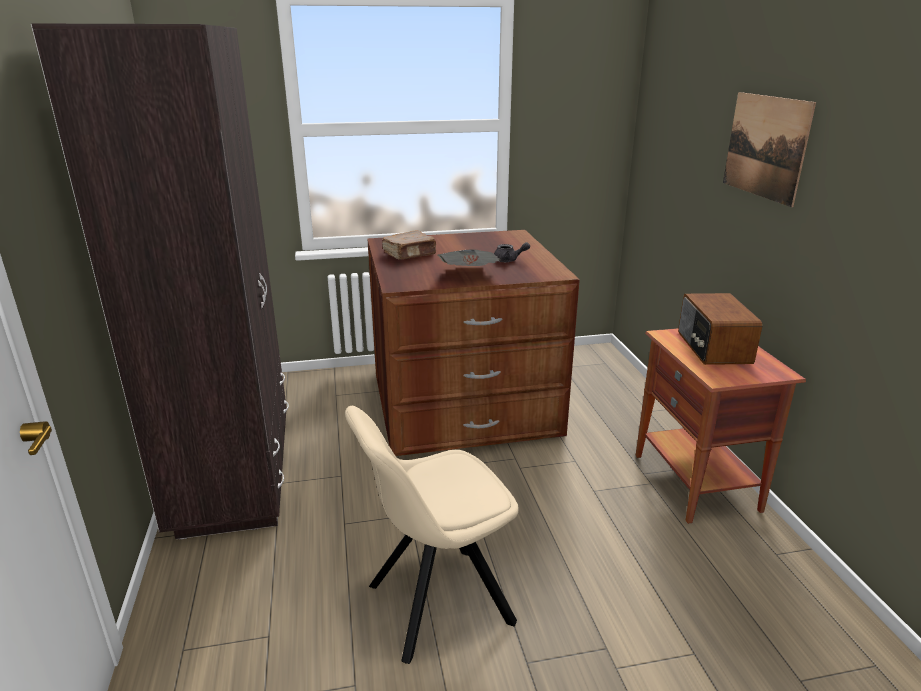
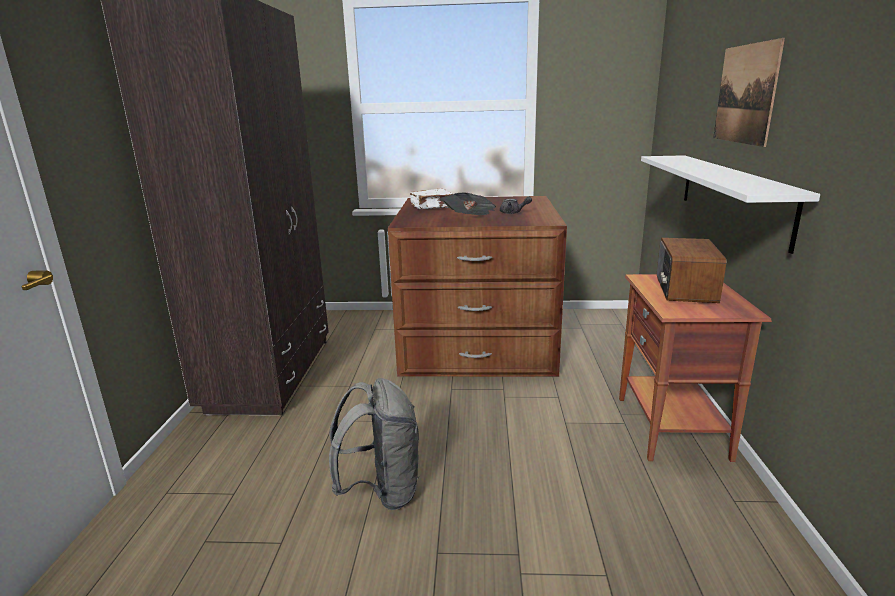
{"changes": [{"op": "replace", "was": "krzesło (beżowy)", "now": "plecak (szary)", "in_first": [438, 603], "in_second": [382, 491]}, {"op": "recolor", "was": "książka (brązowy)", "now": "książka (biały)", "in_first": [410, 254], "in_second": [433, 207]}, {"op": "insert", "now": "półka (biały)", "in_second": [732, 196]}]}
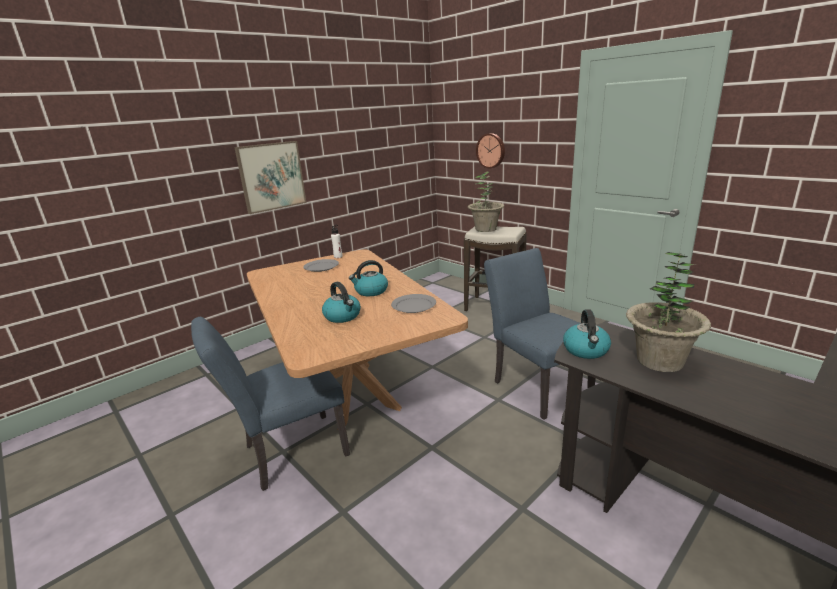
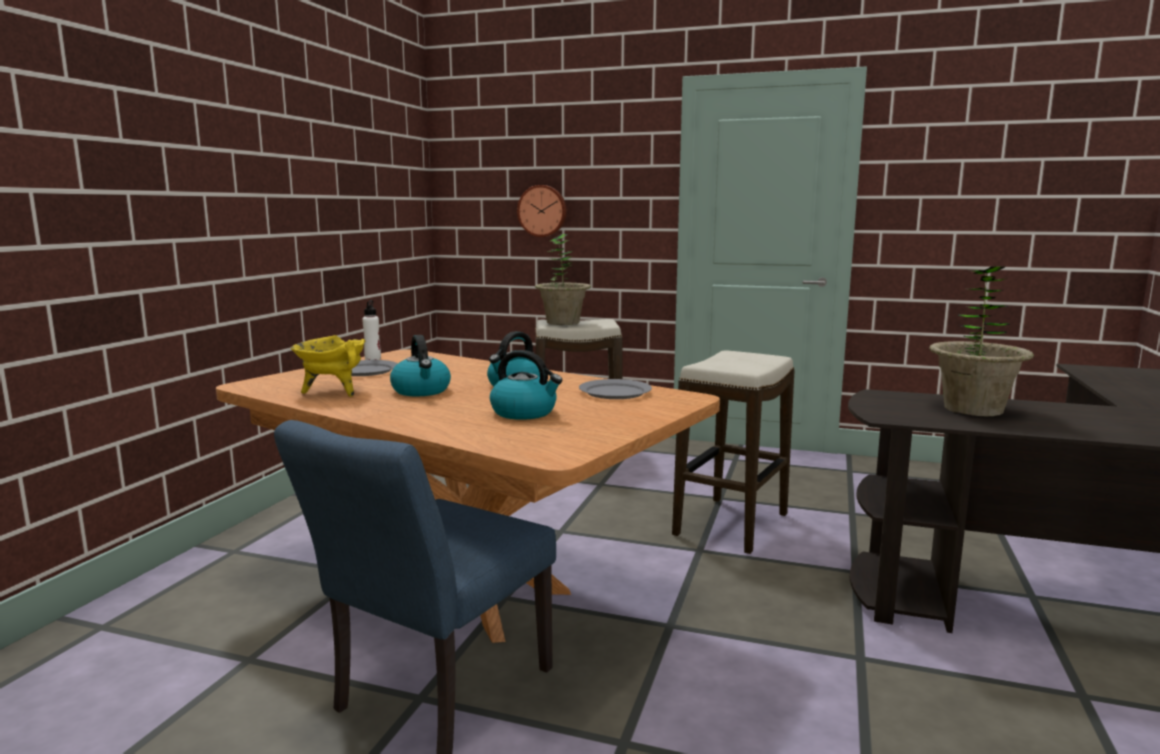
{"changes": [{"op": "insert", "now": "garnek (żółty)", "in_second": [333, 392]}, {"op": "move", "was": "czajnik", "in_first": [586, 350], "in_second": [421, 391]}, {"op": "replace", "was": "krzesło (niebieski)", "now": "stołek", "in_first": [536, 385], "in_second": [731, 525]}, {"op": "delete", "was": "obraz", "in_first": [271, 176]}]}
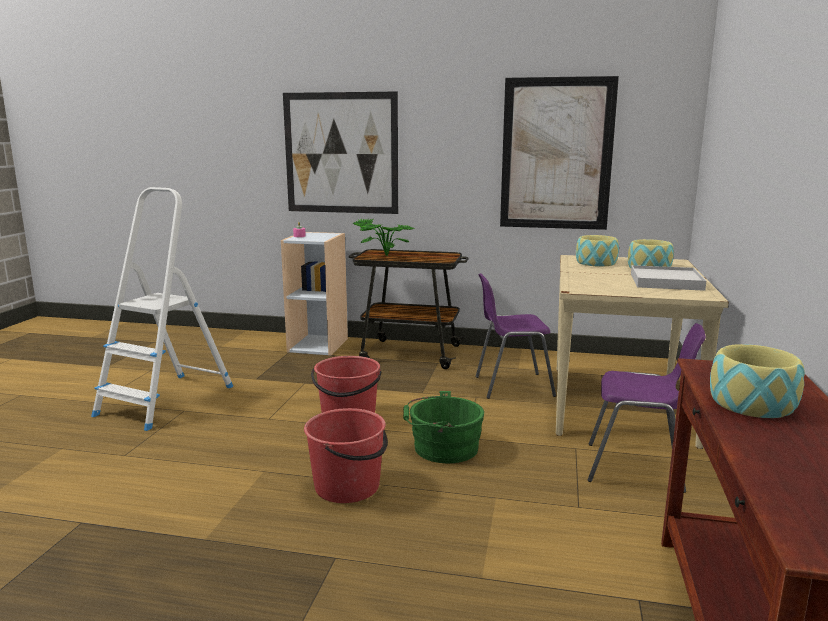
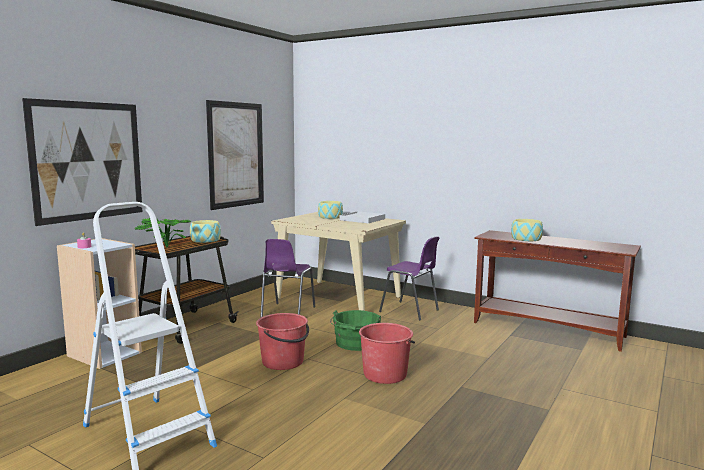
{"changes": [{"op": "move", "was": "miska", "in_first": [596, 263], "in_second": [205, 240]}, {"op": "rotate", "was": "krzesło (fioletowy)", "in_first": [637, 468], "in_second": [410, 311], "clockwise": 90}]}
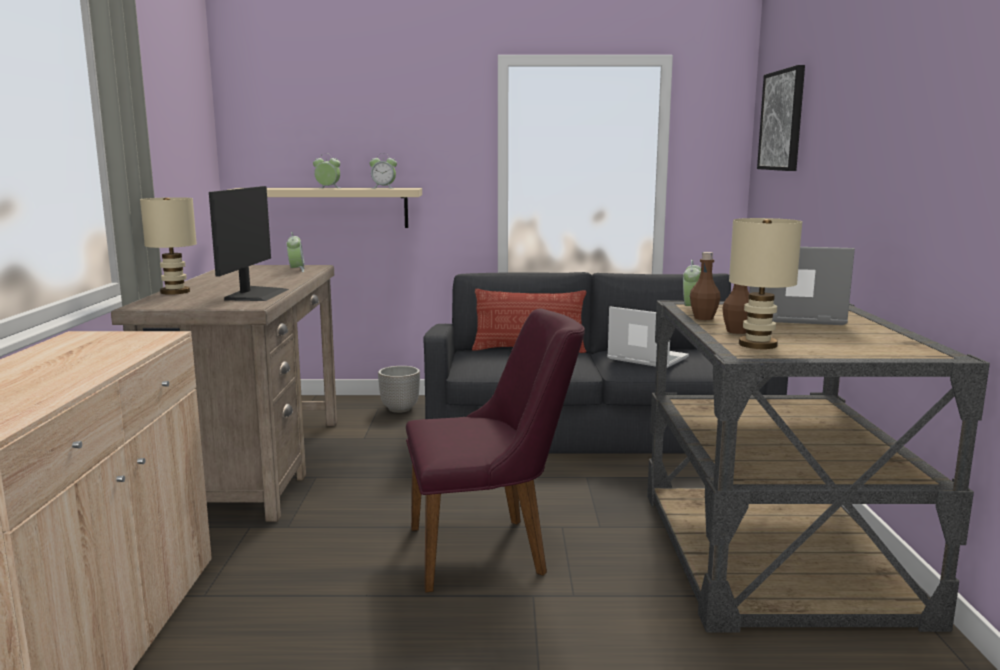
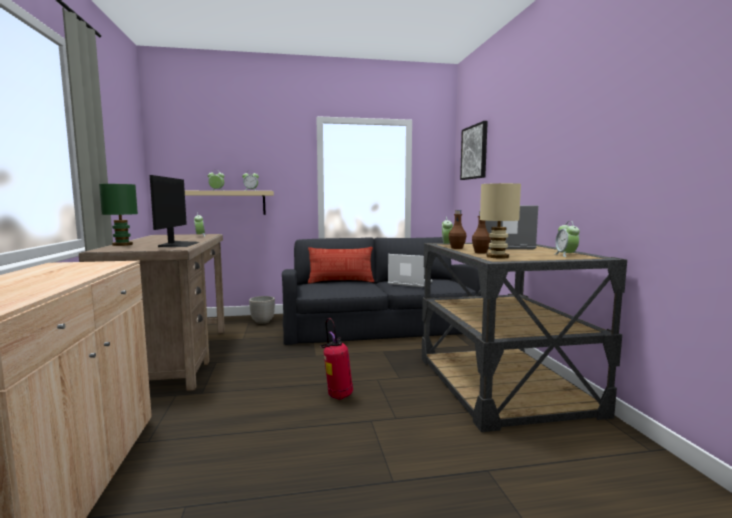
{"changes": [{"op": "recolor", "was": "lampa stołowa (beżowy)", "now": "lampa stołowa (zielony)", "in_first": [175, 292], "in_second": [122, 244]}, {"op": "replace", "was": "krzesło (fioletowy)", "now": "gaśnica", "in_first": [491, 550], "in_second": [337, 396]}, {"op": "insert", "now": "budzik", "in_second": [566, 255]}]}
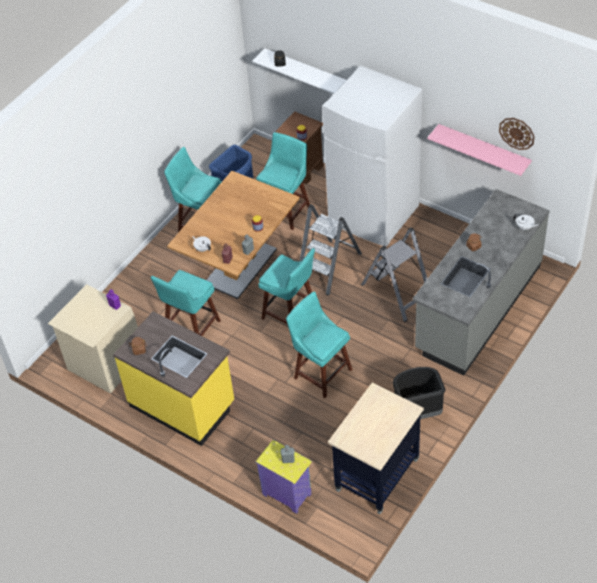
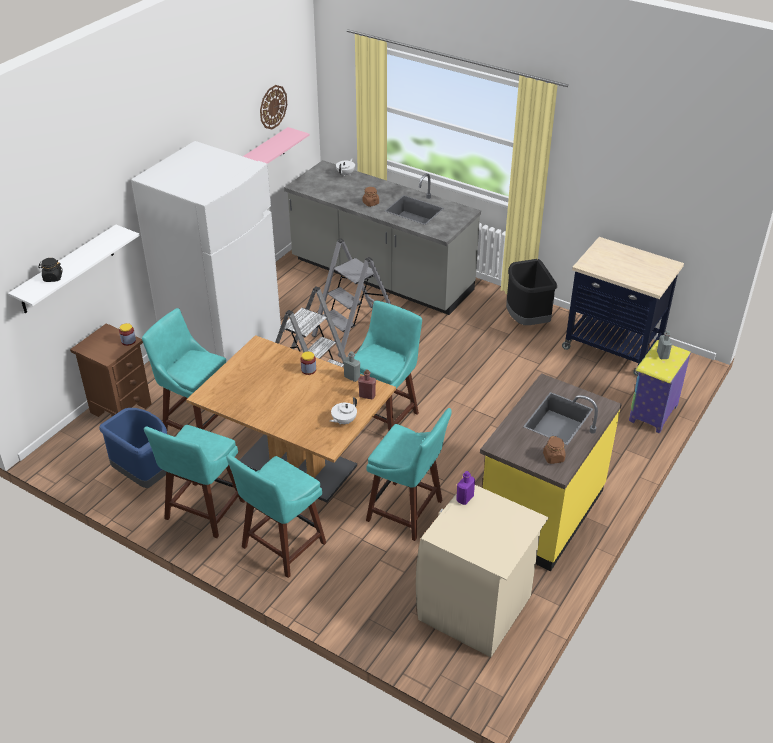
{"changes": [{"op": "move", "was": "krzesło (turkusowy)", "in_first": [321, 372], "in_second": [280, 547]}]}
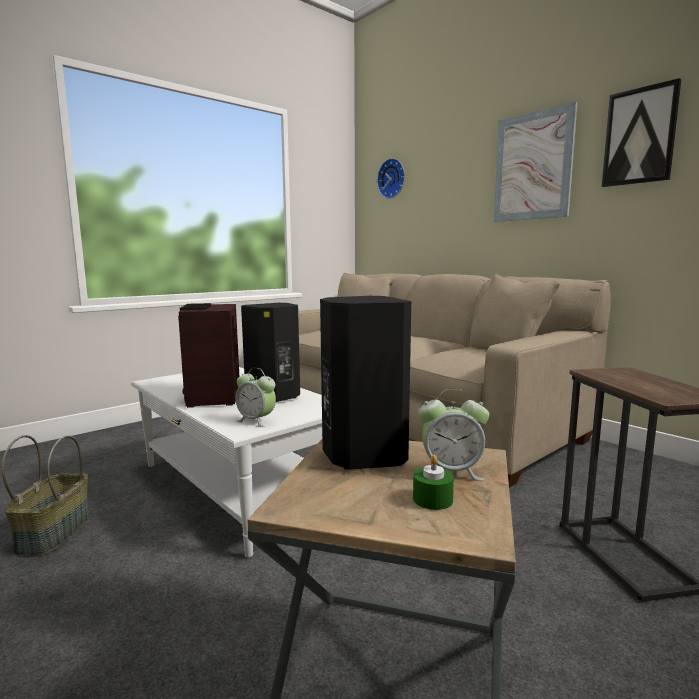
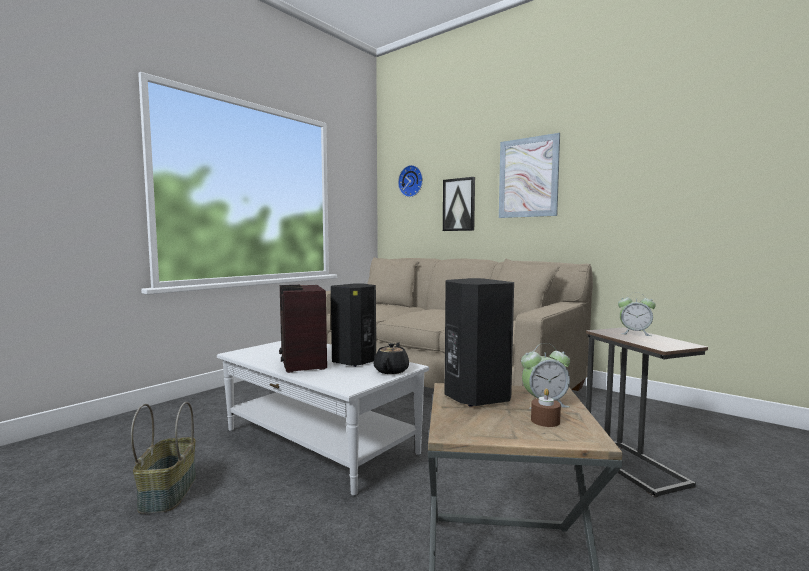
{"changes": [{"op": "insert", "now": "imbryk (czarny)", "in_second": [391, 370]}, {"op": "move", "was": "obraz", "in_first": [640, 136], "in_second": [459, 204]}, {"op": "recolor", "was": "świeca (zielony)", "now": "świeca (brązowy)", "in_first": [432, 499], "in_second": [545, 421]}, {"op": "move", "was": "budzik", "in_first": [256, 421], "in_second": [635, 333]}]}
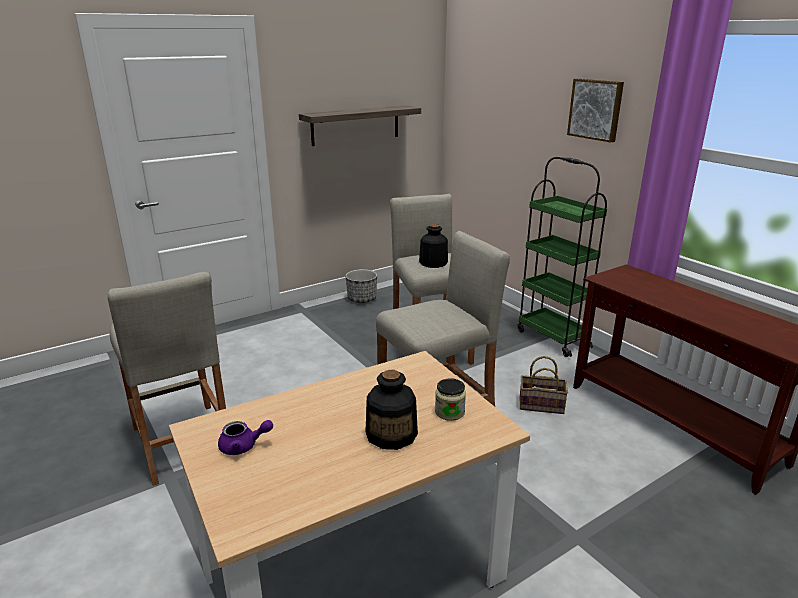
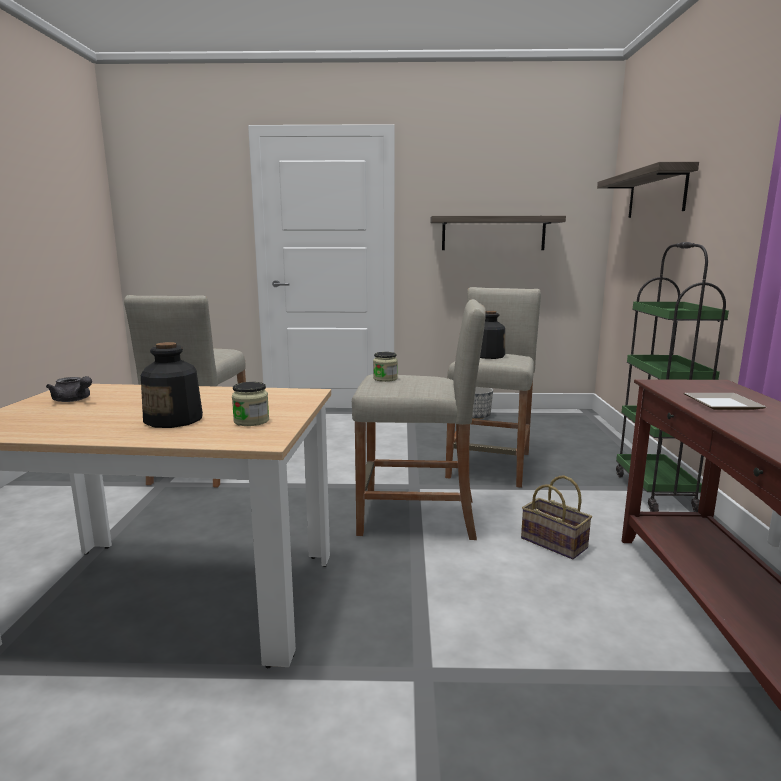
{"changes": [{"op": "recolor", "was": "imbryk (fioletowy)", "now": "imbryk (szary)", "in_first": [243, 446], "in_second": [73, 400]}, {"op": "insert", "now": "słoik", "in_second": [385, 379]}, {"op": "insert", "now": "półka", "in_second": [656, 194]}, {"op": "insert", "now": "talerz", "in_second": [721, 405]}, {"op": "delete", "was": "obraz", "in_first": [596, 109]}]}
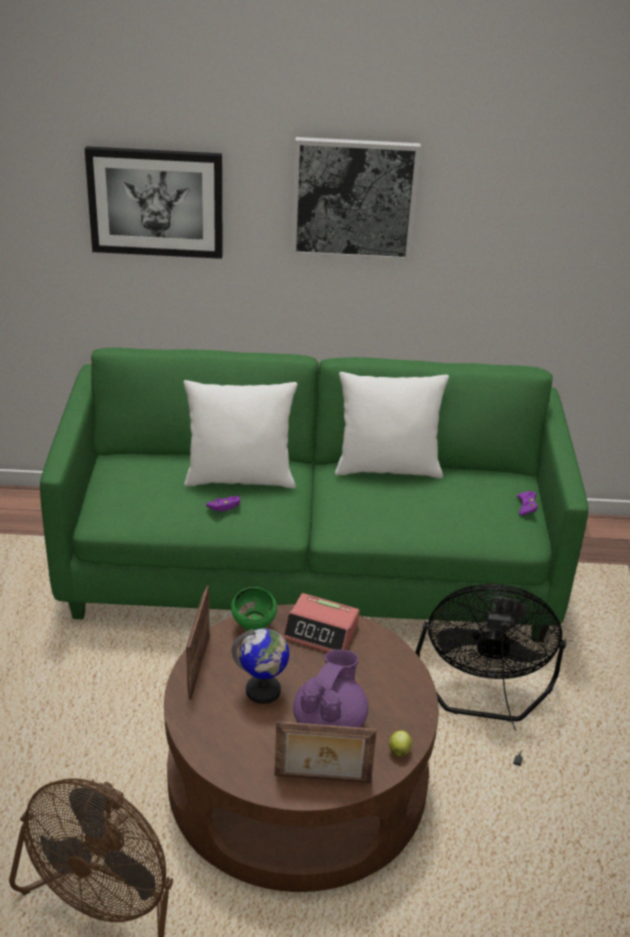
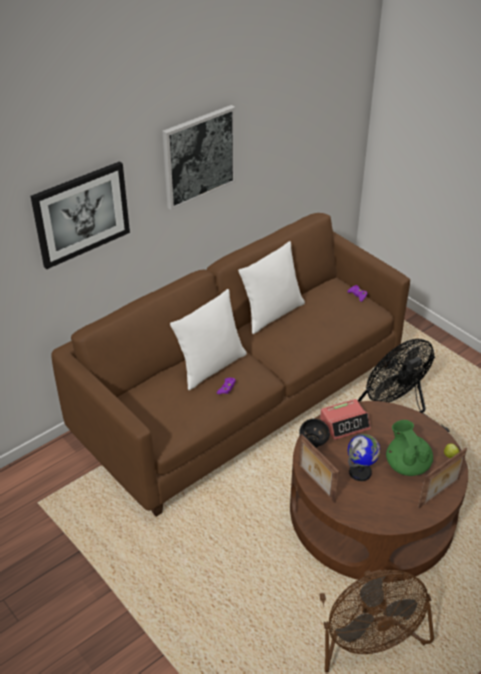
{"changes": [{"op": "recolor", "was": "kanapa (zielony)", "now": "kanapa (brązowy)", "in_first": [310, 567], "in_second": [240, 399]}, {"op": "recolor", "was": "miska (zielony)", "now": "miska (czarny)", "in_first": [254, 628], "in_second": [313, 444]}, {"op": "recolor", "was": "imbryk (fioletowy)", "now": "imbryk (zielony)", "in_first": [330, 722], "in_second": [407, 464]}]}
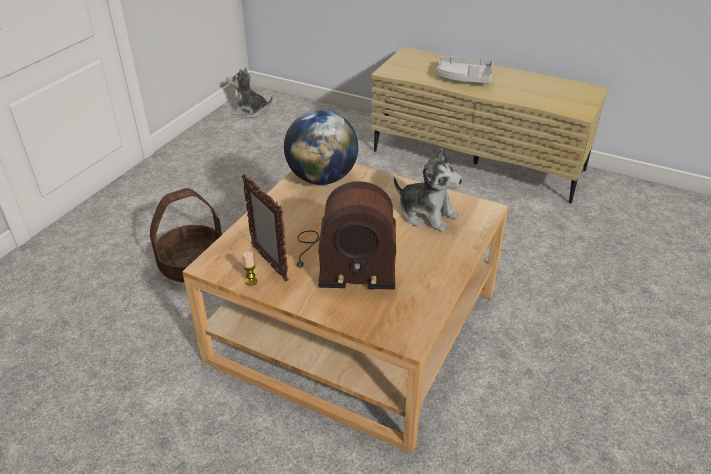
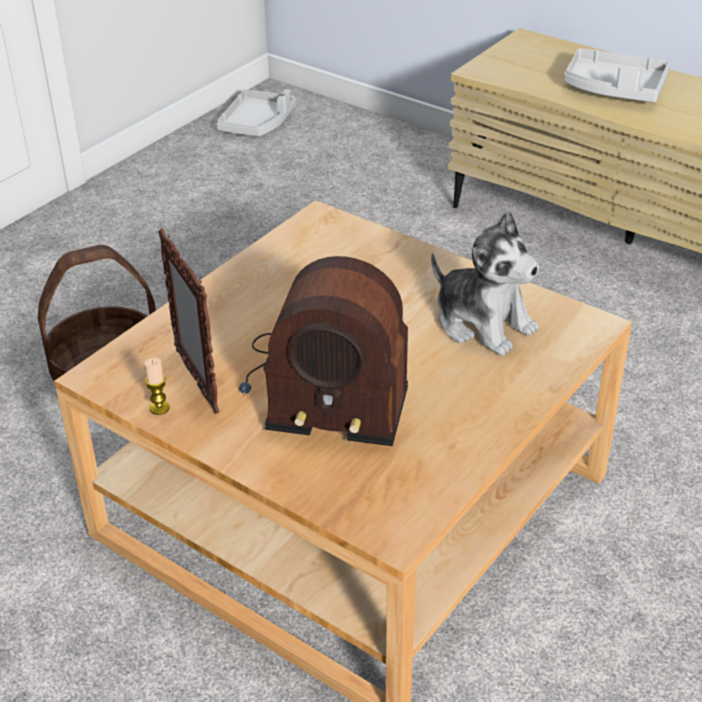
{"changes": [{"op": "replace", "was": "pluszak", "now": "taca (szary)", "in_first": [250, 111], "in_second": [258, 124]}, {"op": "delete", "was": "globus", "in_first": [322, 178]}]}
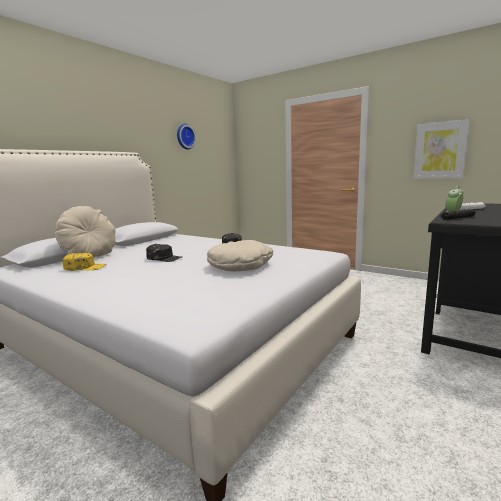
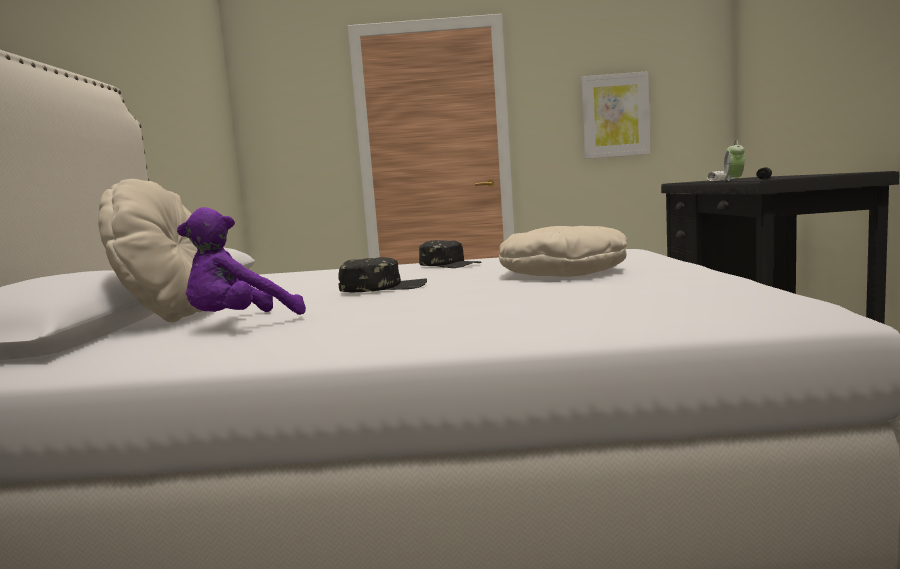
{"changes": [{"op": "replace", "was": "czapka z daszkiem (żółty)", "now": "pluszak (fioletowy)", "in_first": [86, 267], "in_second": [240, 324]}, {"op": "delete", "was": "zegar ścienny", "in_first": [184, 136]}]}
